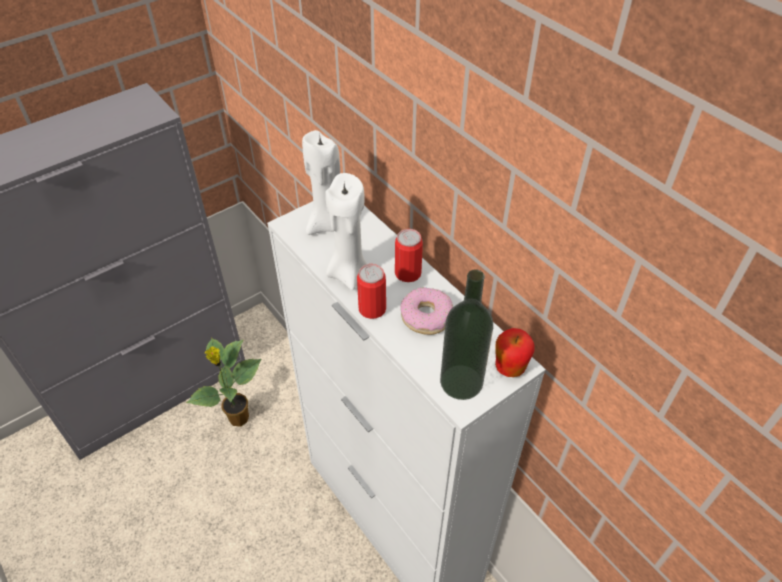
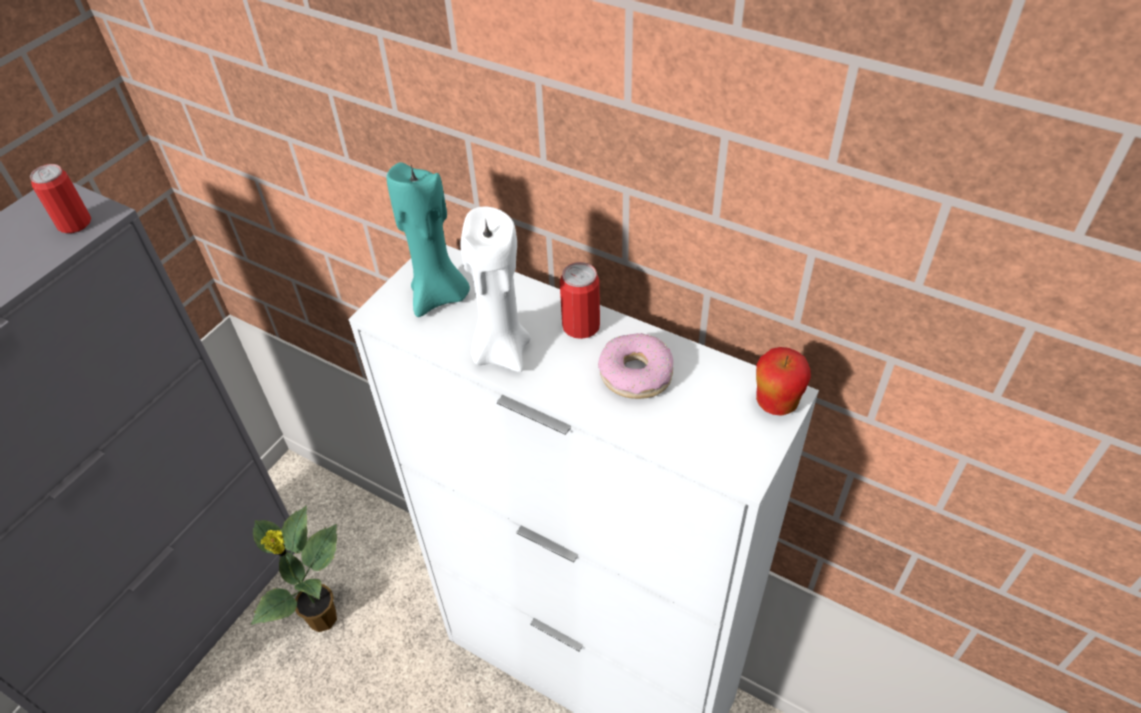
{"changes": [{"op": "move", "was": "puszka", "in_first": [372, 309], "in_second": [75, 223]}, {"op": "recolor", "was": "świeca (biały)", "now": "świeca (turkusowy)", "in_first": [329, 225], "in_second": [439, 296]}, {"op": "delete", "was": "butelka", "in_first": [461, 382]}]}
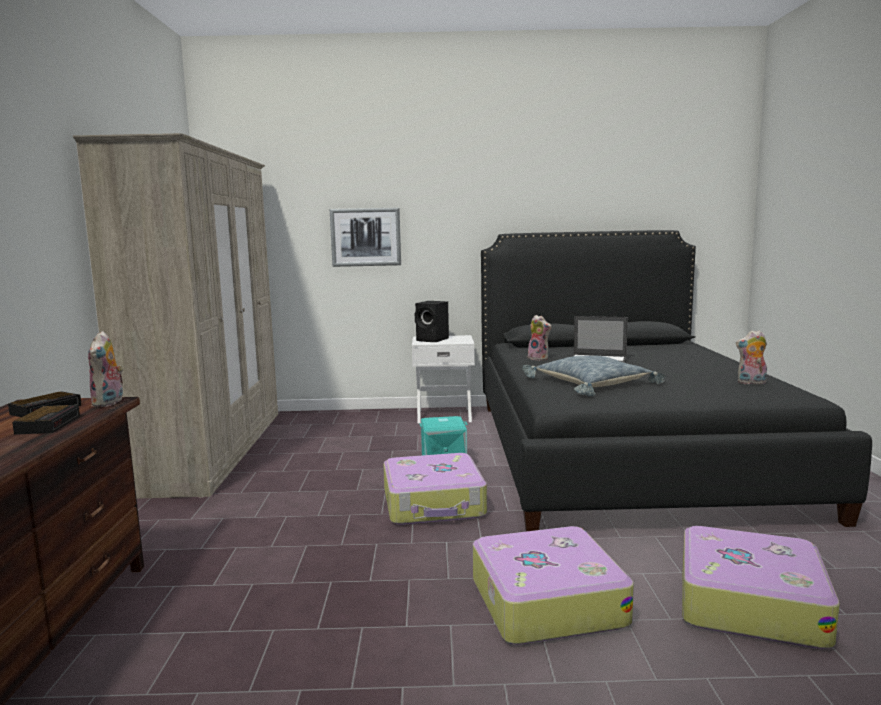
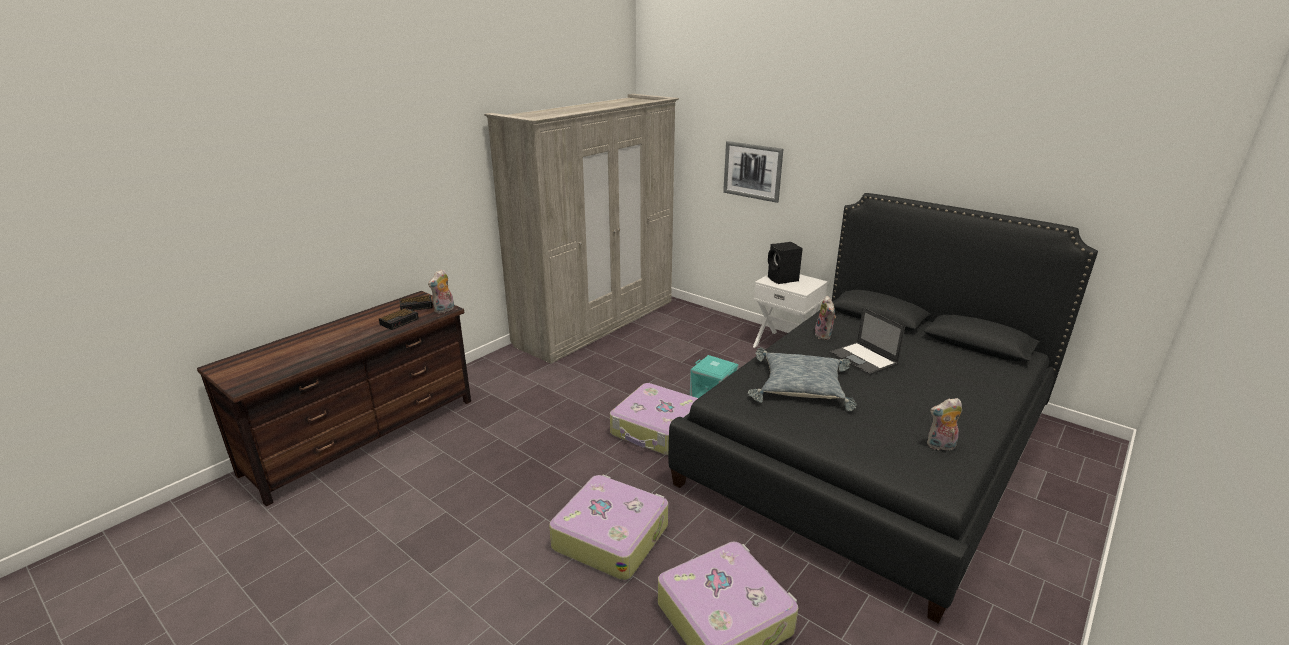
{"changes": [{"op": "rotate", "was": "pluszak", "in_first": [751, 383], "in_second": [940, 446], "clockwise": -45}]}
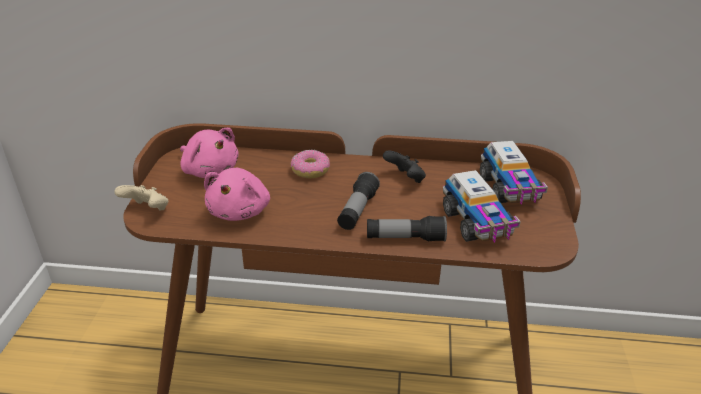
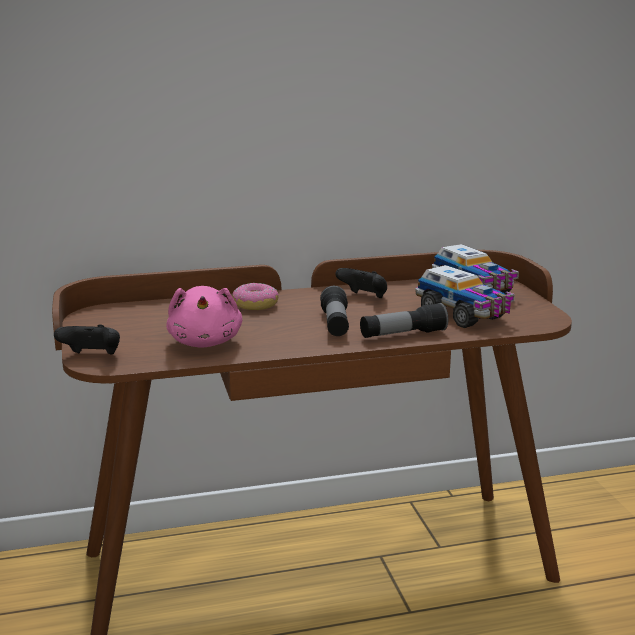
{"changes": [{"op": "recolor", "was": "pad do gier (beżowy)", "now": "pad do gier (czarny)", "in_first": [147, 210], "in_second": [92, 357]}, {"op": "delete", "was": "pluszak (różowy)", "in_first": [210, 170]}]}
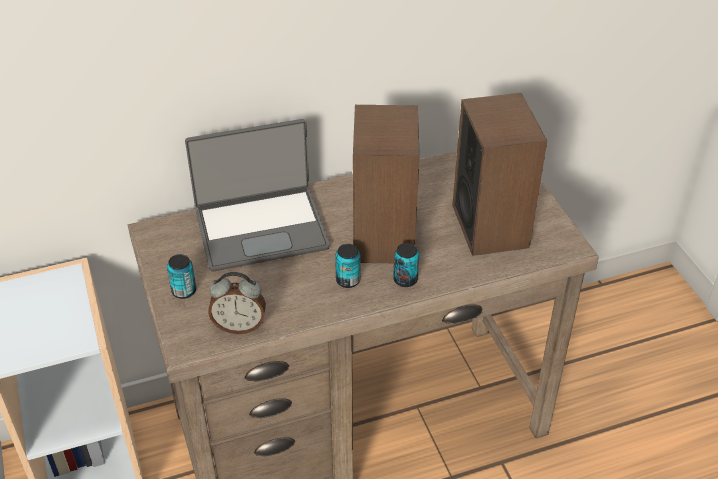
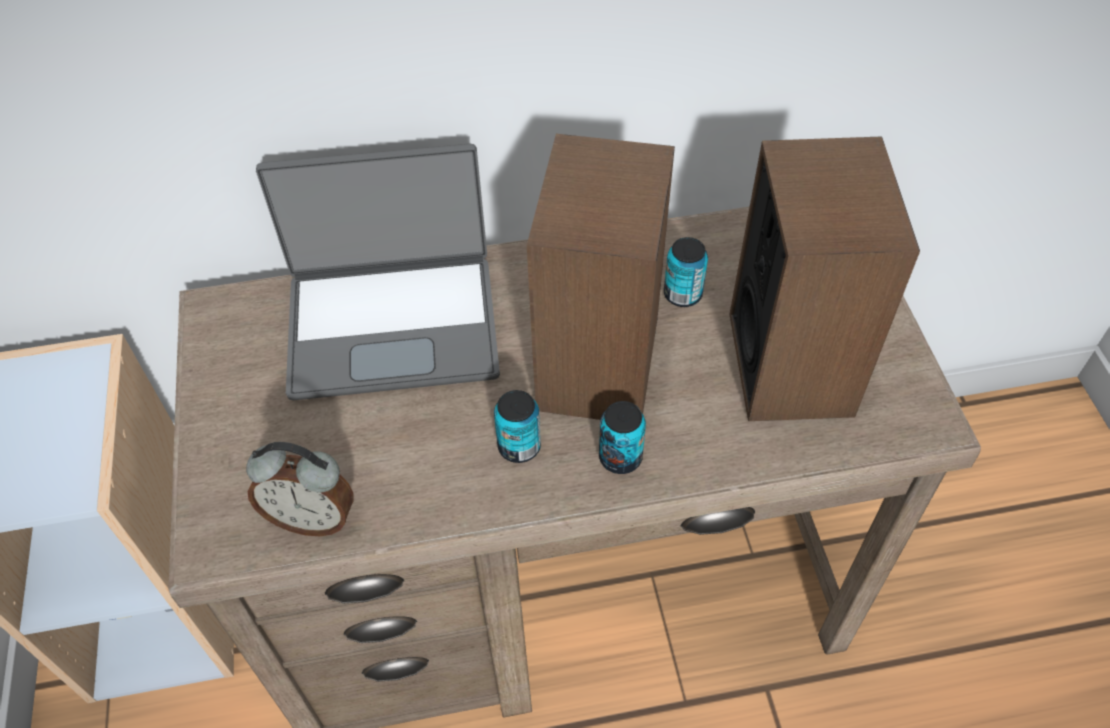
{"changes": [{"op": "move", "was": "puszka", "in_first": [184, 291], "in_second": [682, 294]}]}
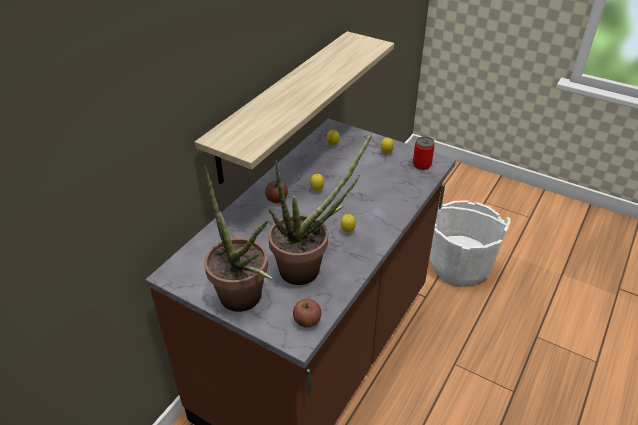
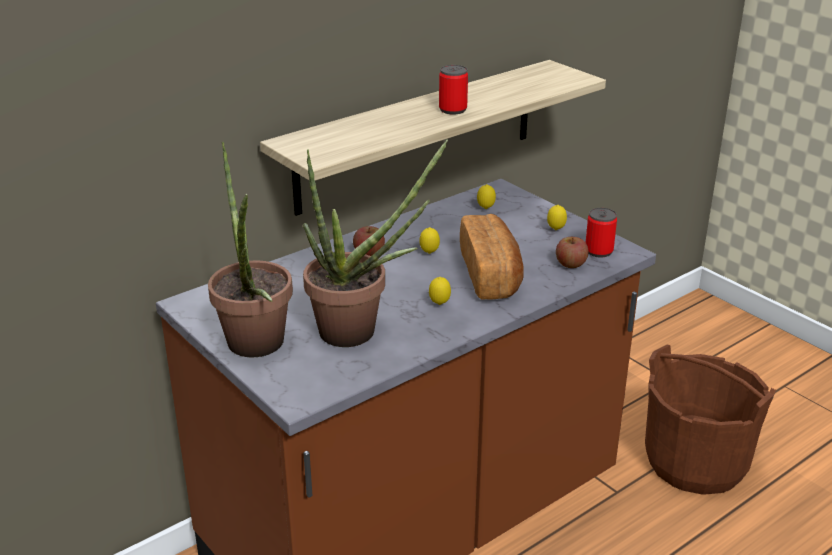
{"changes": [{"op": "insert", "now": "puszka", "in_second": [453, 109]}, {"op": "insert", "now": "chleb", "in_second": [491, 275]}, {"op": "move", "was": "jabłko", "in_first": [307, 321], "in_second": [570, 264]}, {"op": "recolor", "was": "wiadro (biały)", "now": "wiadro (brązowy)", "in_first": [460, 264], "in_second": [696, 462]}]}
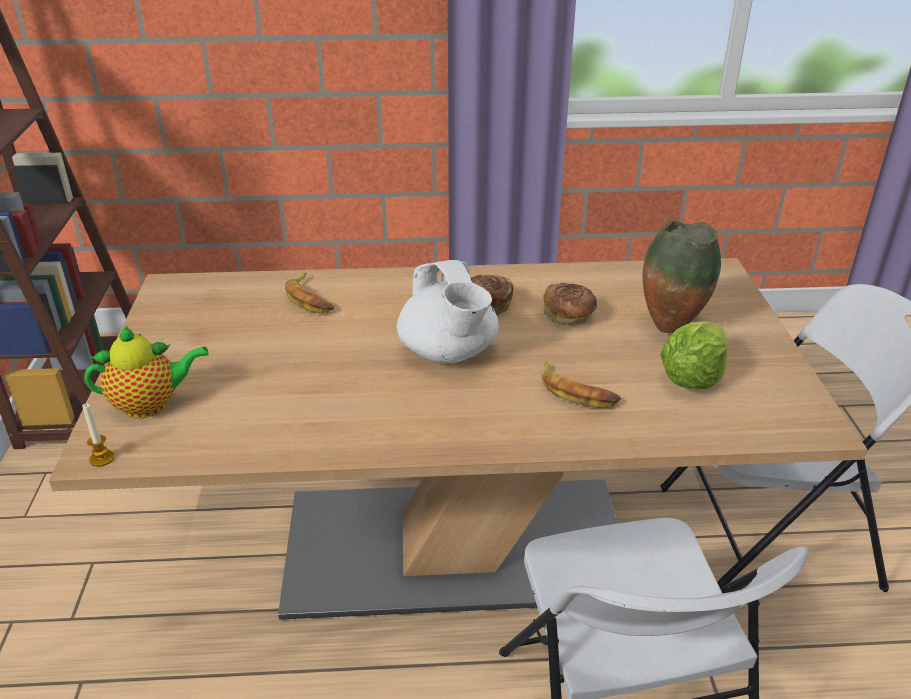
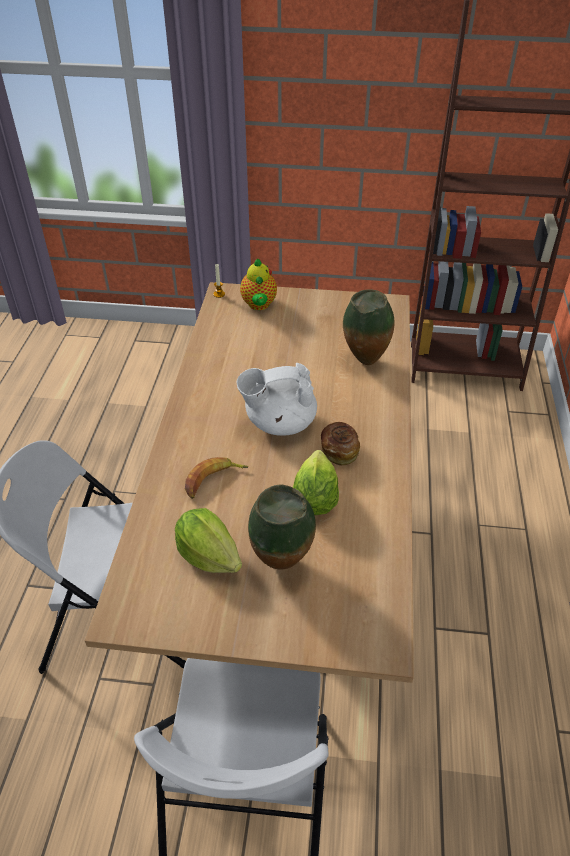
{"changes": [{"op": "replace", "was": "chleb", "now": "sałata", "in_first": [568, 316], "in_second": [315, 499]}, {"op": "replace", "was": "banan", "now": "wazon", "in_first": [310, 299], "in_second": [365, 362]}]}
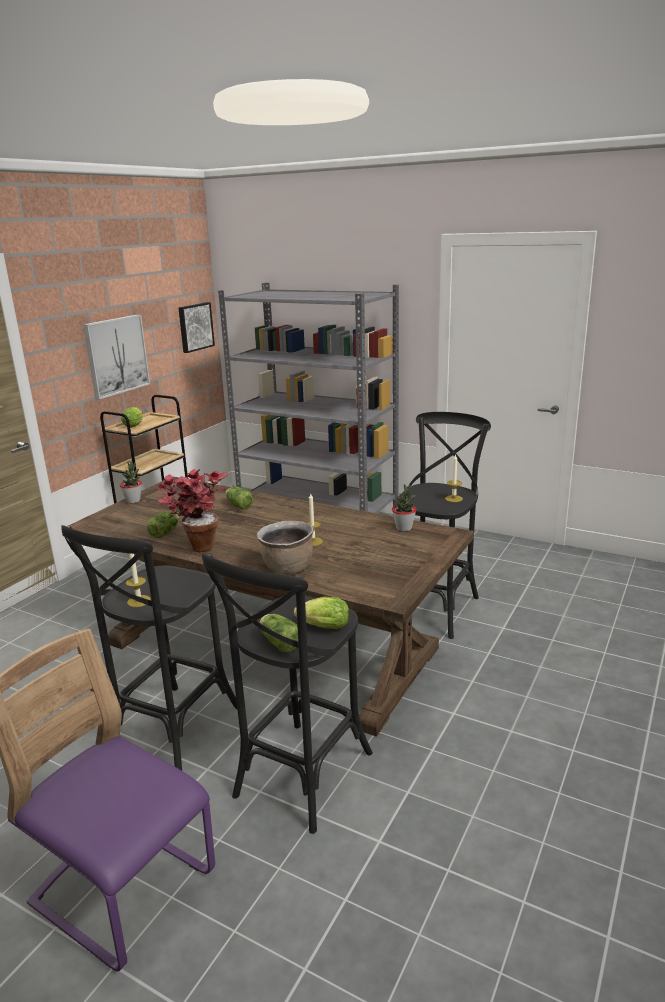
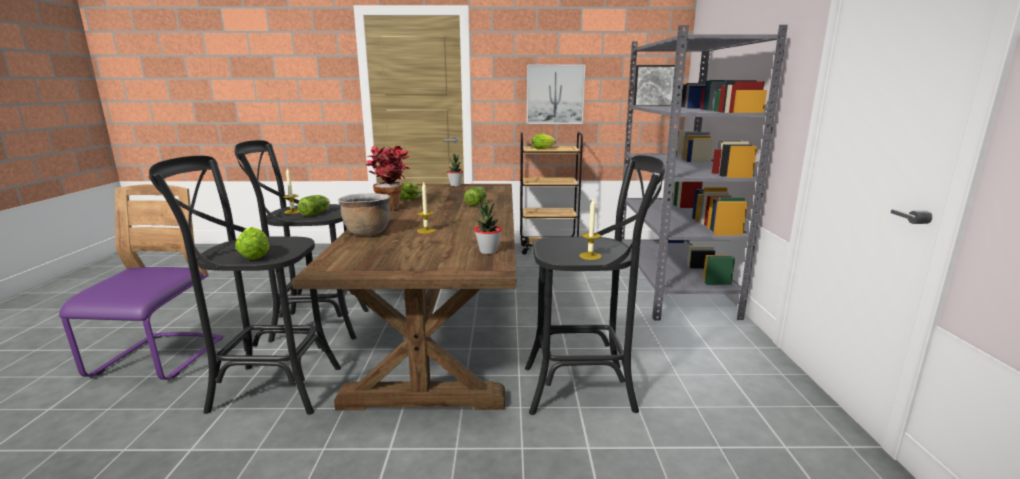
{"changes": [{"op": "move", "was": "sałata", "in_first": [279, 642], "in_second": [316, 213]}]}
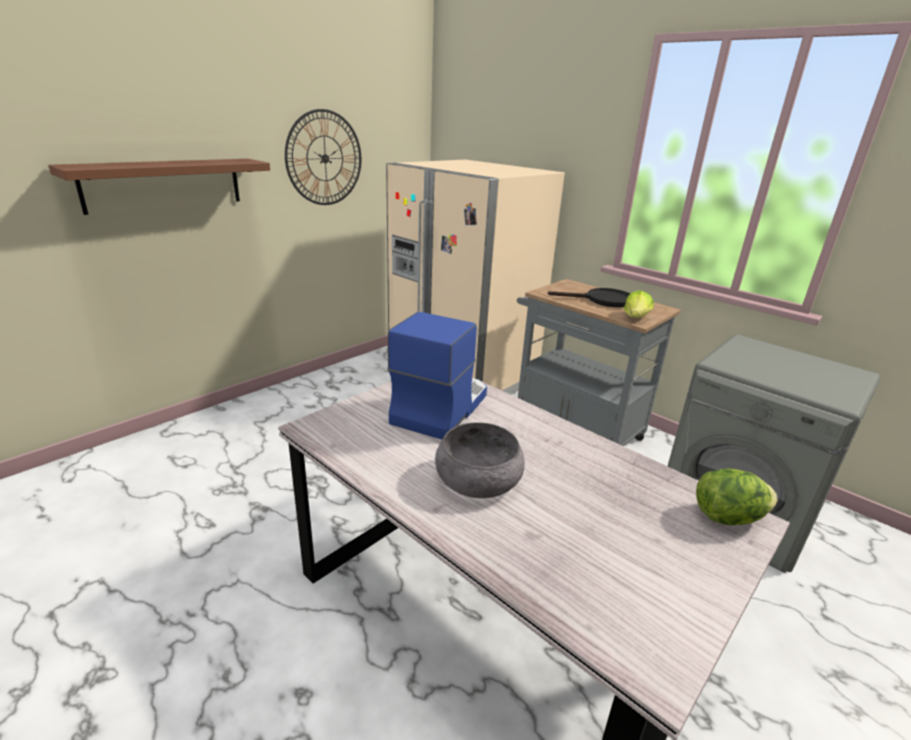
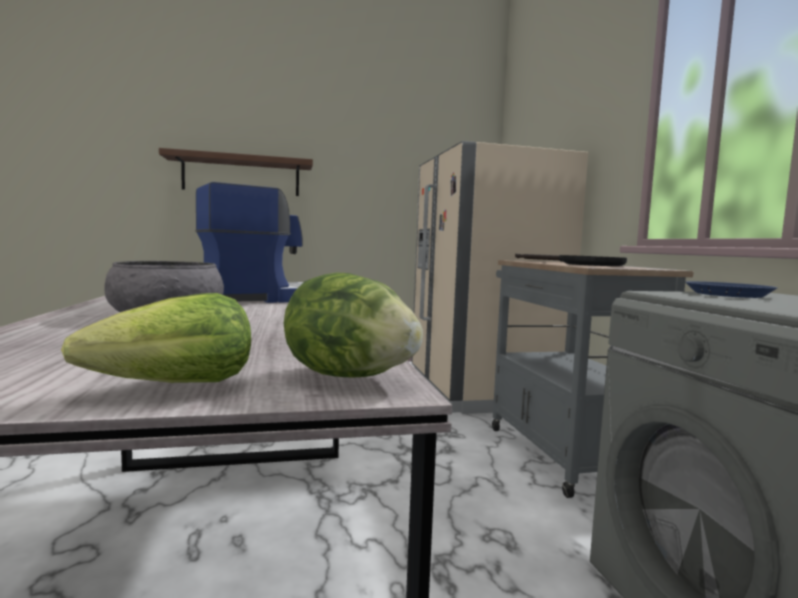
{"changes": [{"op": "move", "was": "sałata", "in_first": [636, 318], "in_second": [176, 387]}, {"op": "insert", "now": "talerz (niebieski)", "in_second": [729, 295]}, {"op": "delete", "was": "zegar ścienny", "in_first": [324, 158]}]}
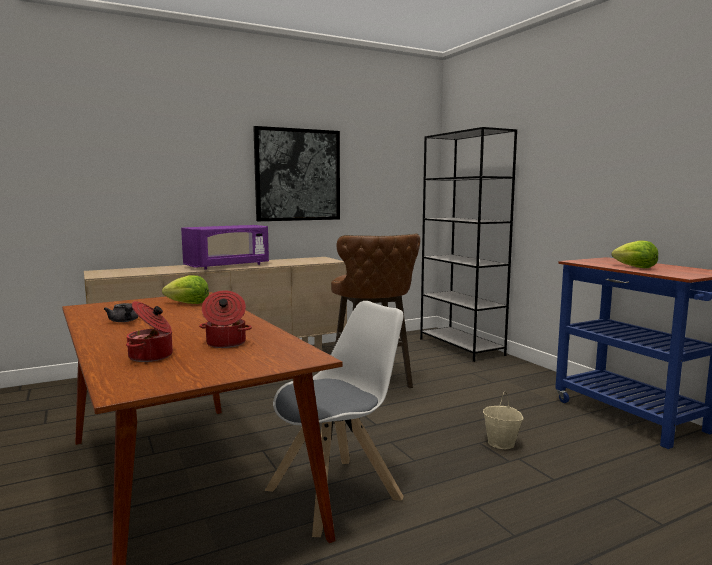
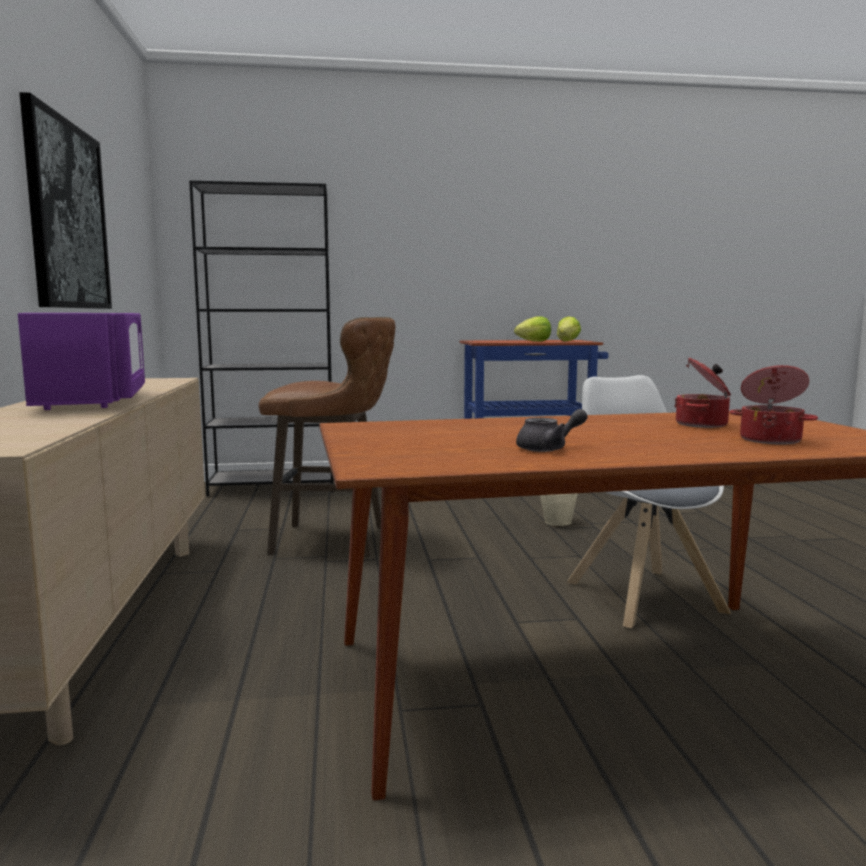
{"changes": [{"op": "move", "was": "sałata", "in_first": [188, 303], "in_second": [567, 341]}]}
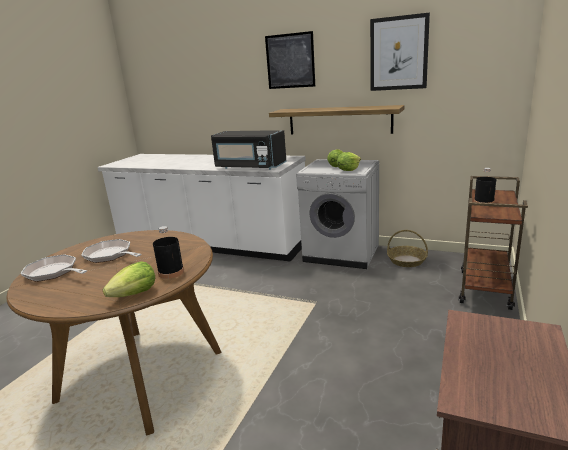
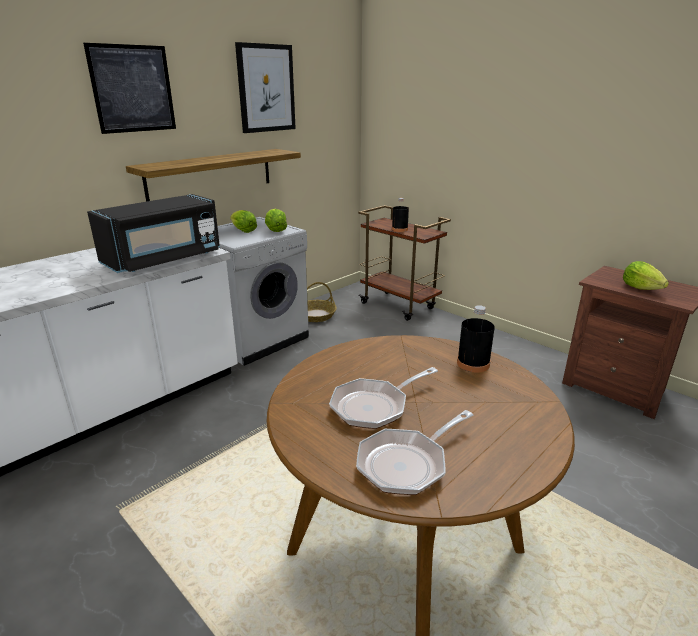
{"changes": [{"op": "move", "was": "sałata", "in_first": [135, 294], "in_second": [640, 288]}]}
